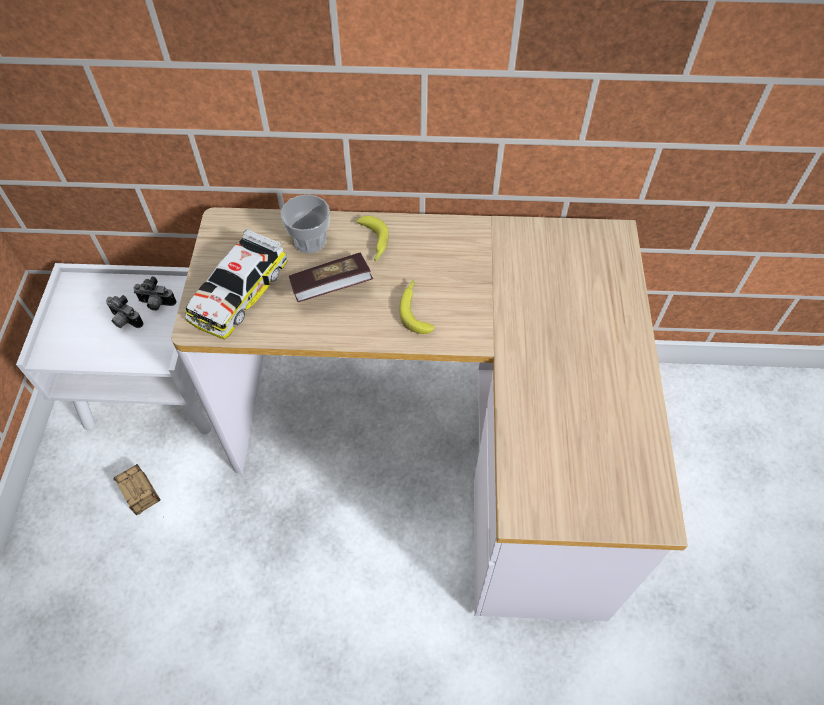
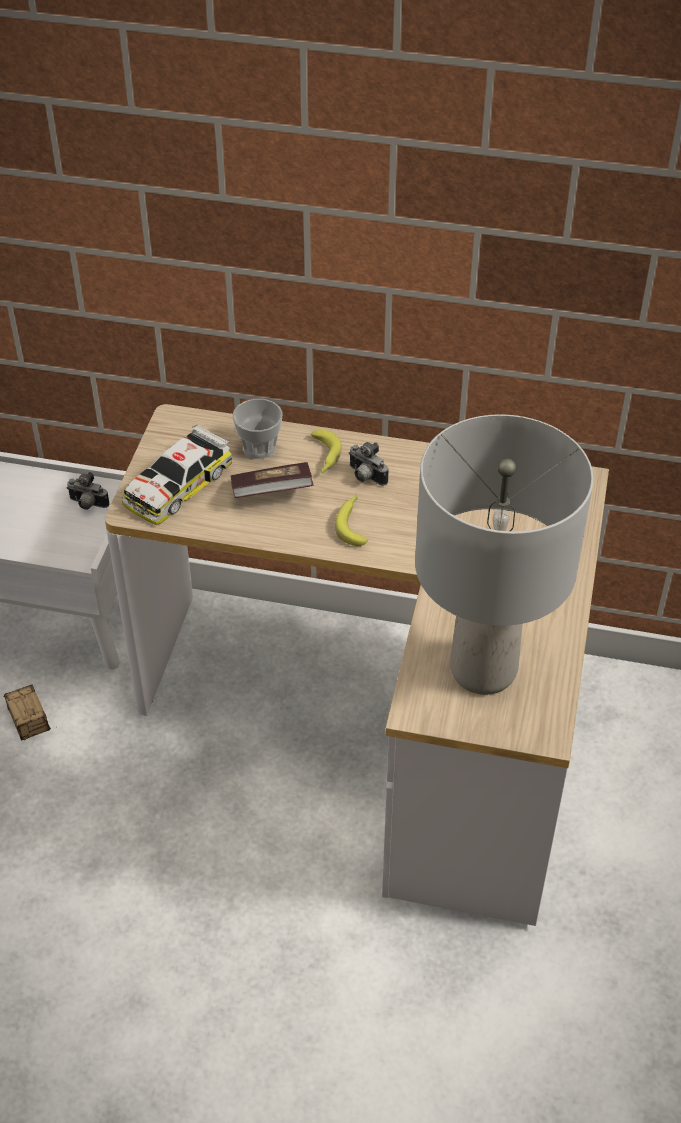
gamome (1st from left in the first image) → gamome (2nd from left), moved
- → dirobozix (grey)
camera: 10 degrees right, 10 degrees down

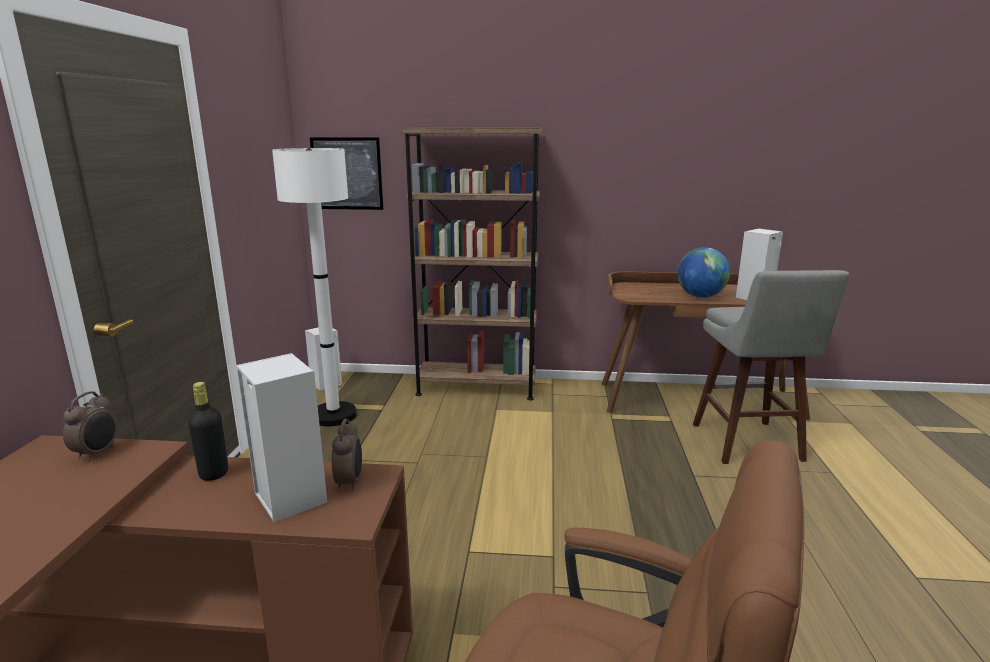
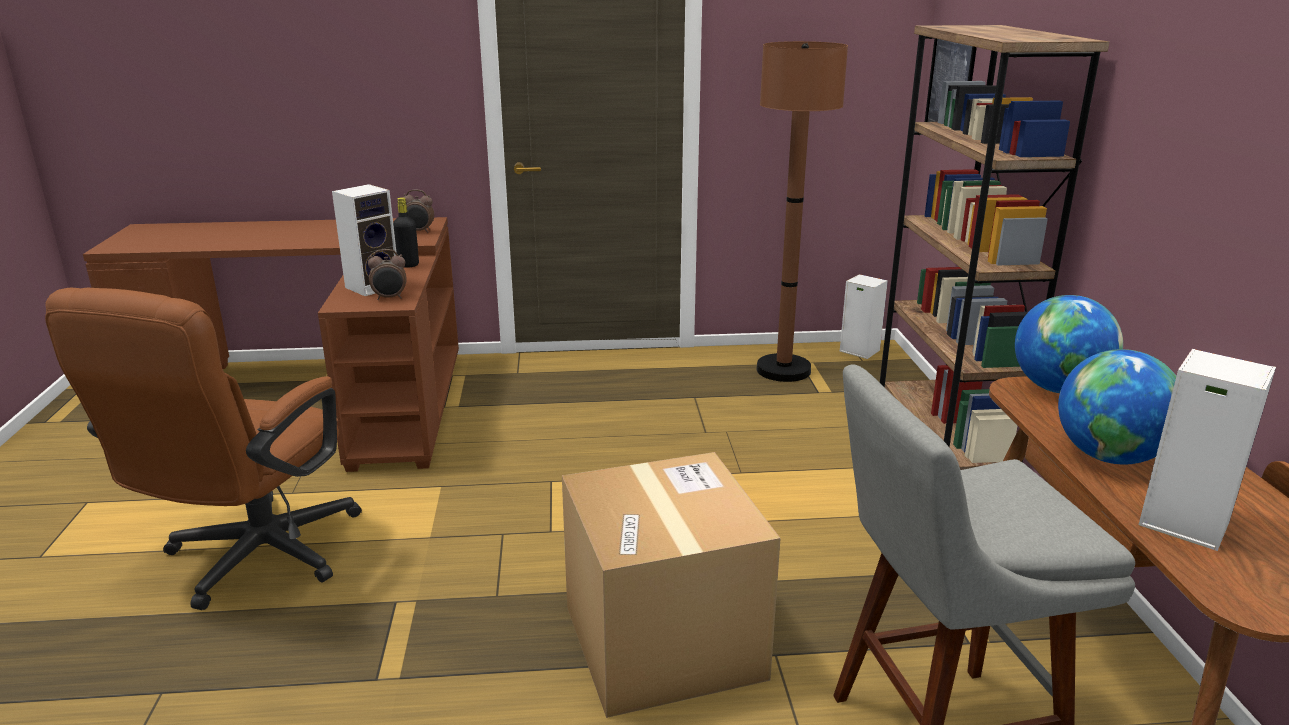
- → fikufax
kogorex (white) → kogorex (brown)
- → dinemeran (1st from left)
camera: 80 degrees right, 5 degrees up

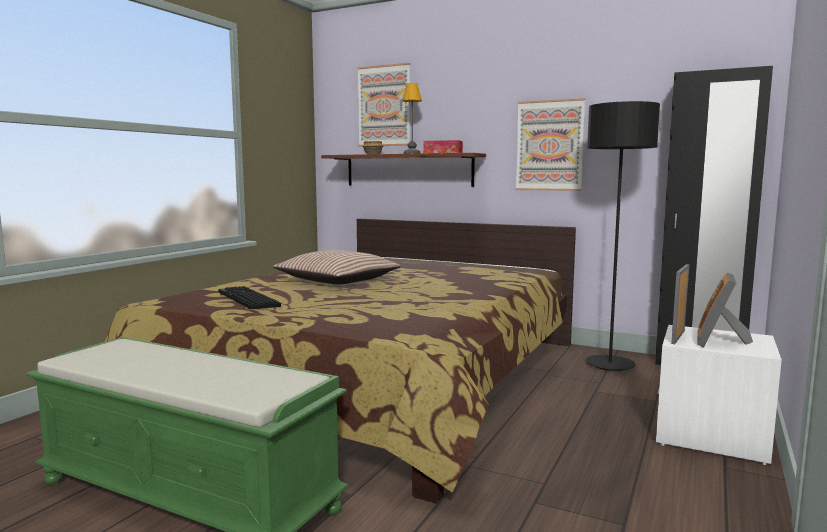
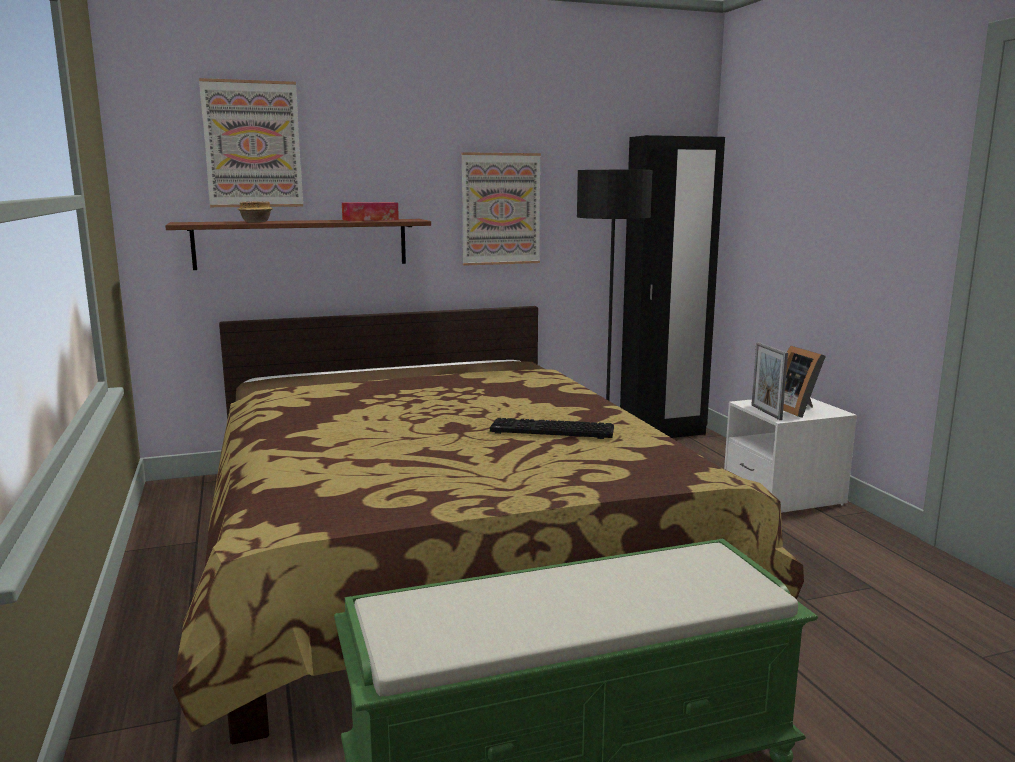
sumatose, moved
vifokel → -
dirobozix → -
camera: 45 degrees left, 5 degrees up

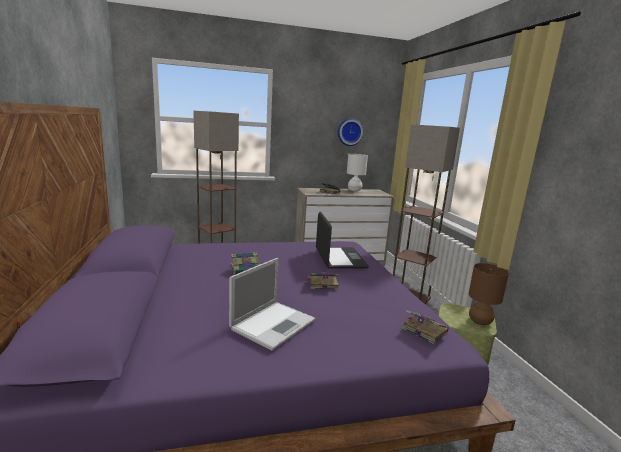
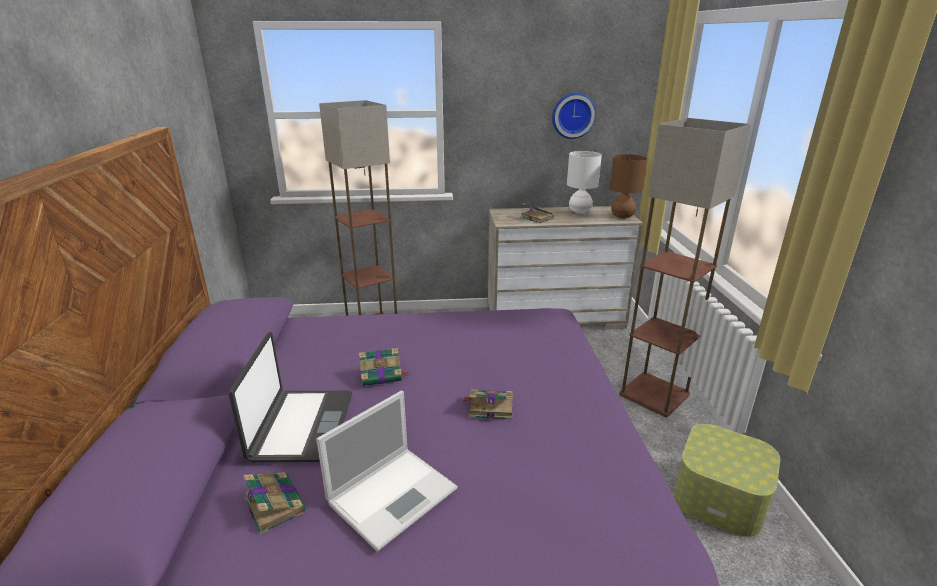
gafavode (2nd from left in the first image) → gafavode (1st from left), moved
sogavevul (4th from left in the first image) → sogavevul (1st from left), moved
dirobozix (brown), moved
camera: 10 degrees right, 10 degrees up

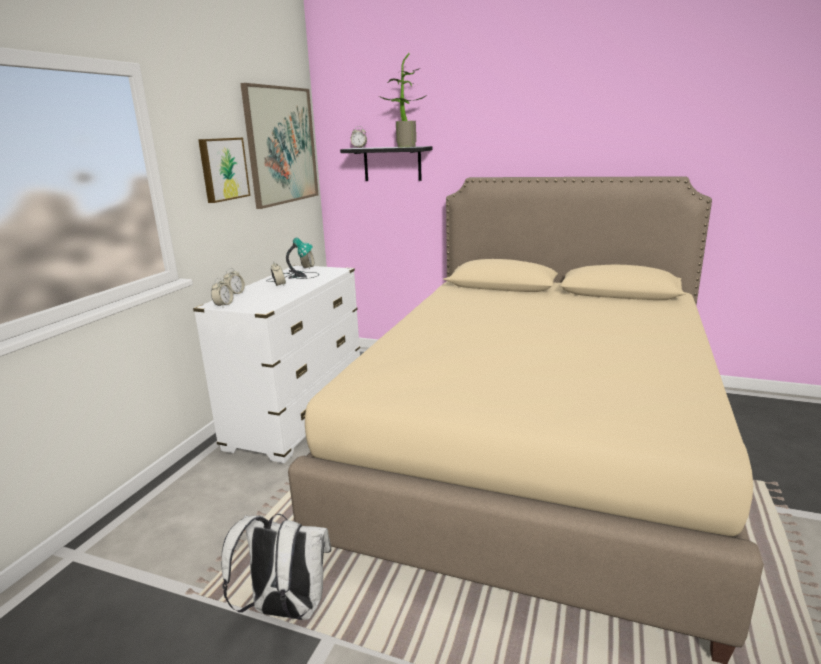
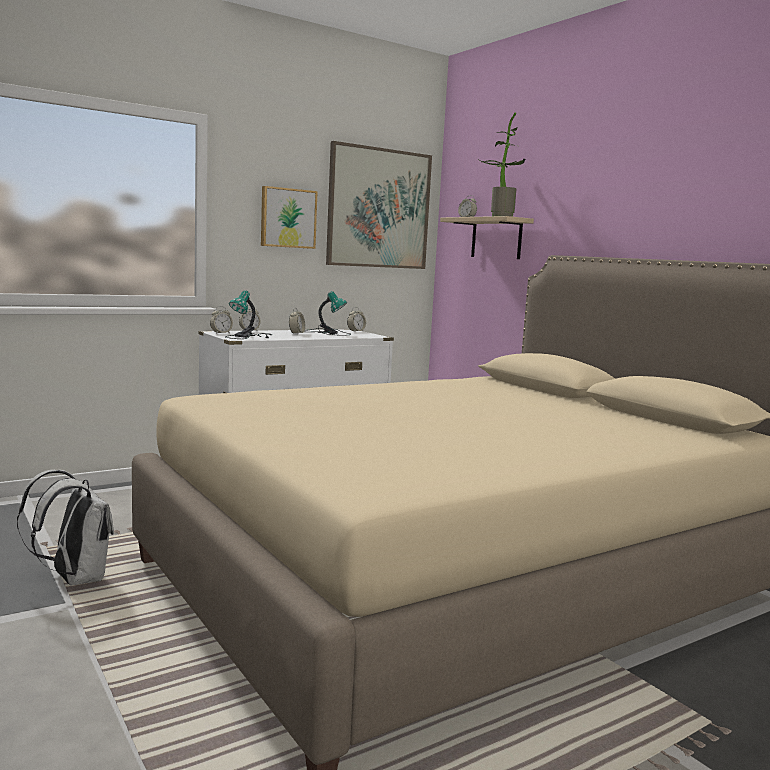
- → dirobozix (1st from left)
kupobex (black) → kupobex (beige)
camera: 35 degrees right, 10 degrees down

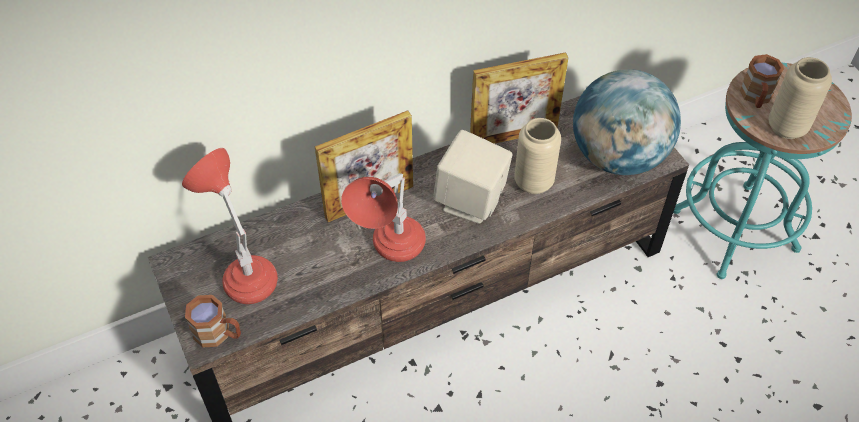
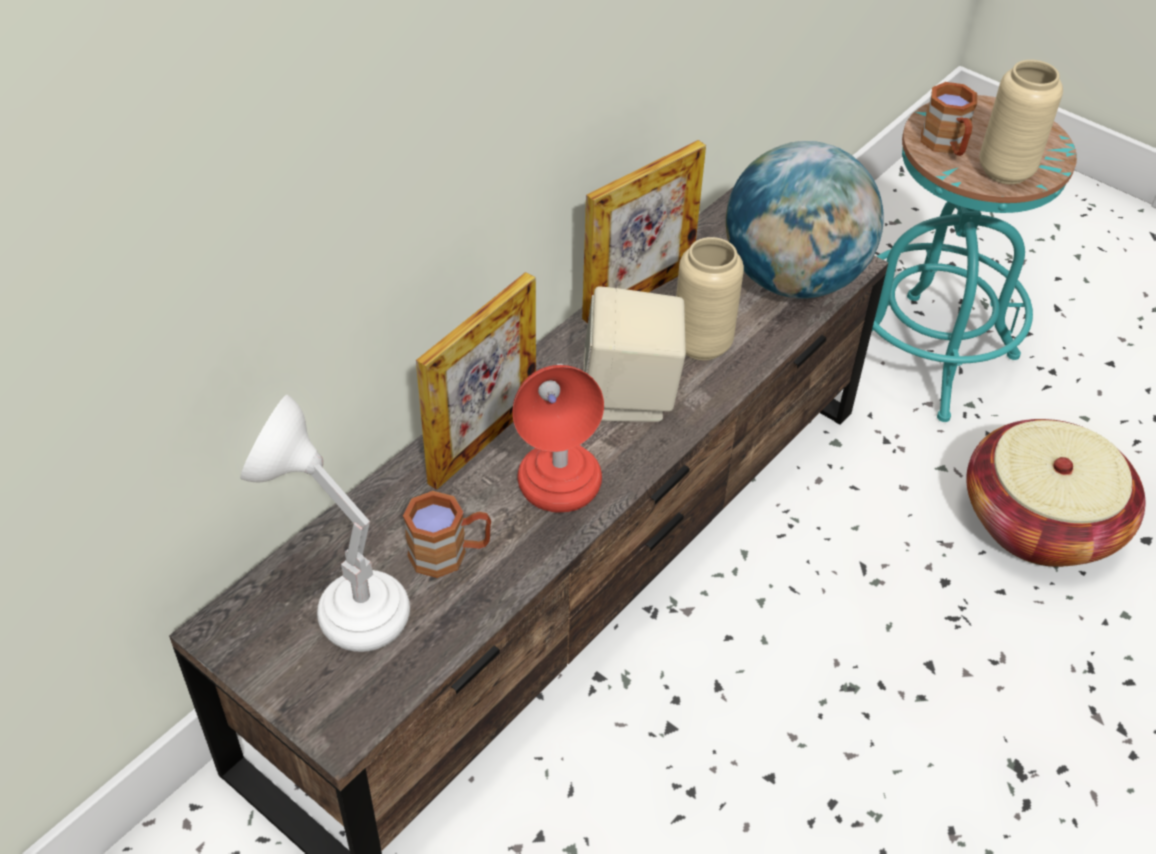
dirobozix (red) (1st from left) → dirobozix (white)
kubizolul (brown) (1st from left), moved
- → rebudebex
camera: 25 degrees left, 5 degrees down

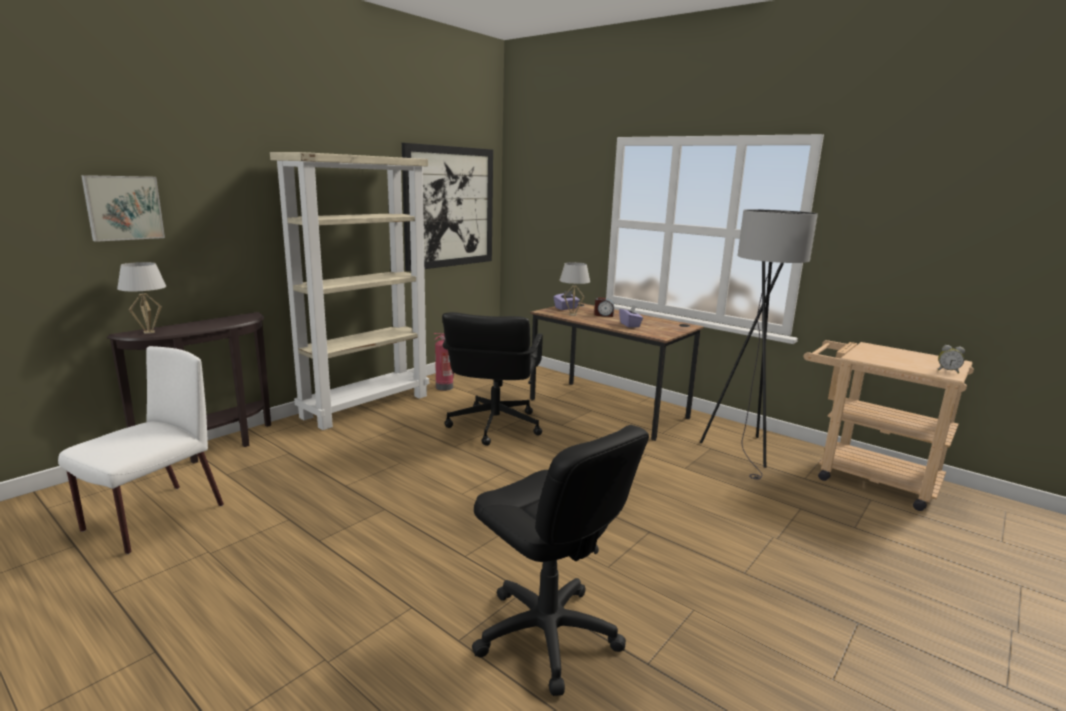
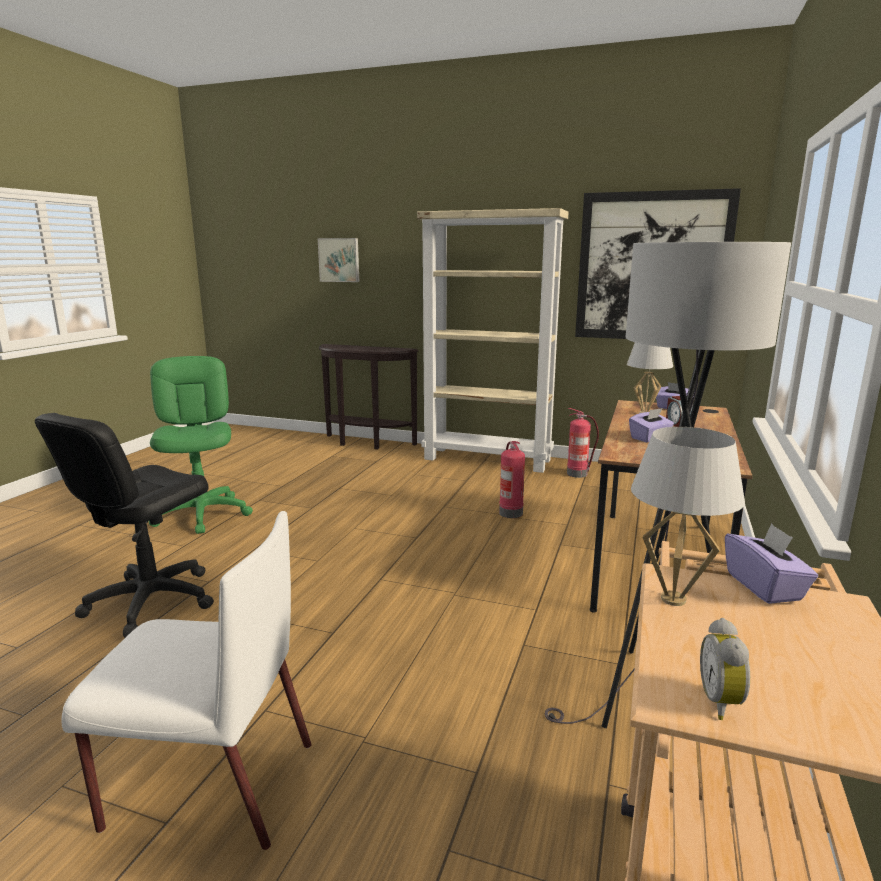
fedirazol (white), moved
- → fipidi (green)
fipidi (black) (1st from left) → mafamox (1st from left)
dirobozix (white) (1st from left in the first image) → dirobozix (white) (2nd from left), moved
- → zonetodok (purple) (3rd from left)
camera: 70 degrees right, 0 degrees up

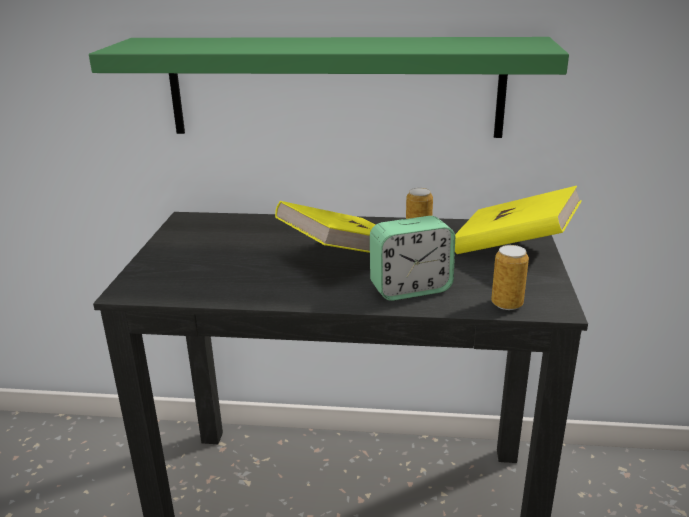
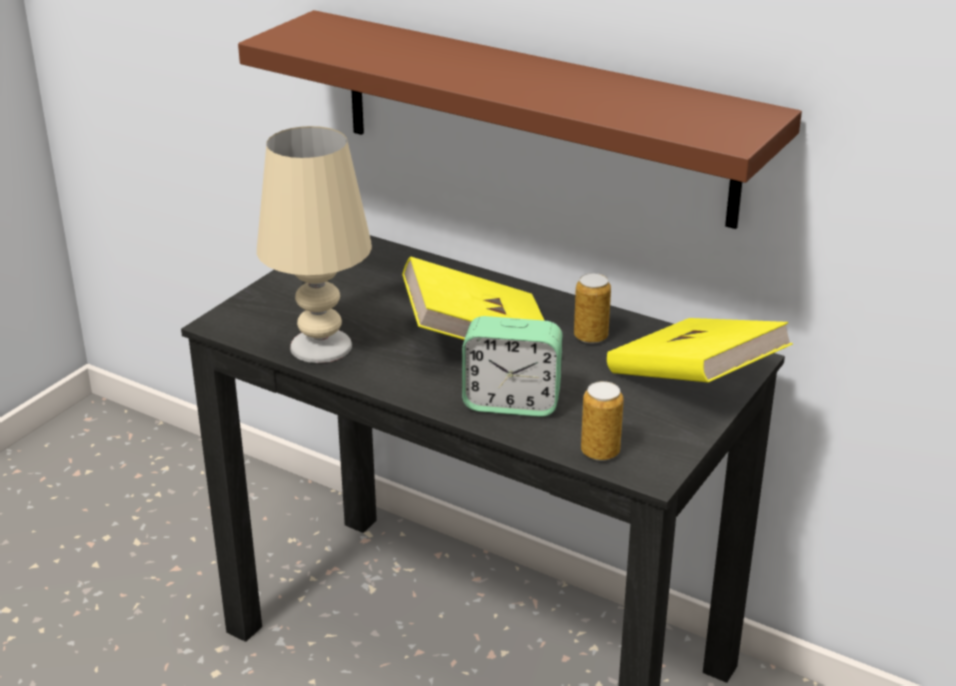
kupobex (green) → kupobex (brown)
- → dirobozix (beige)
camera: 25 degrees right, 5 degrees up

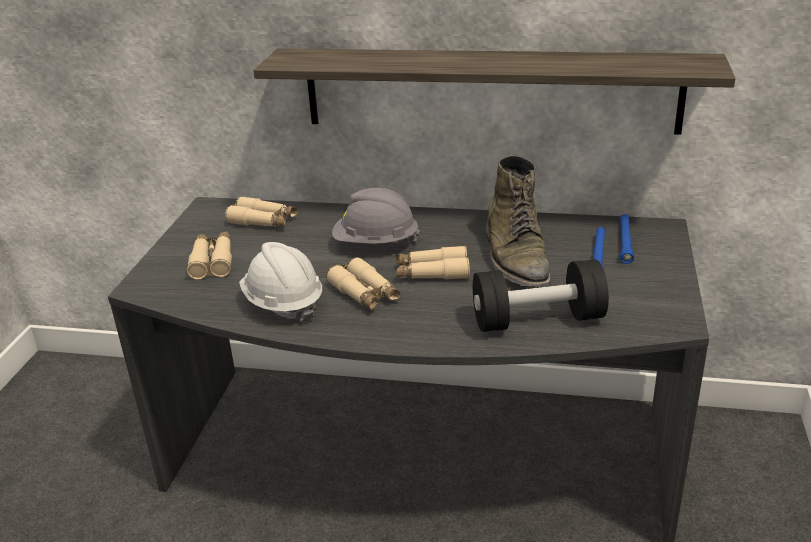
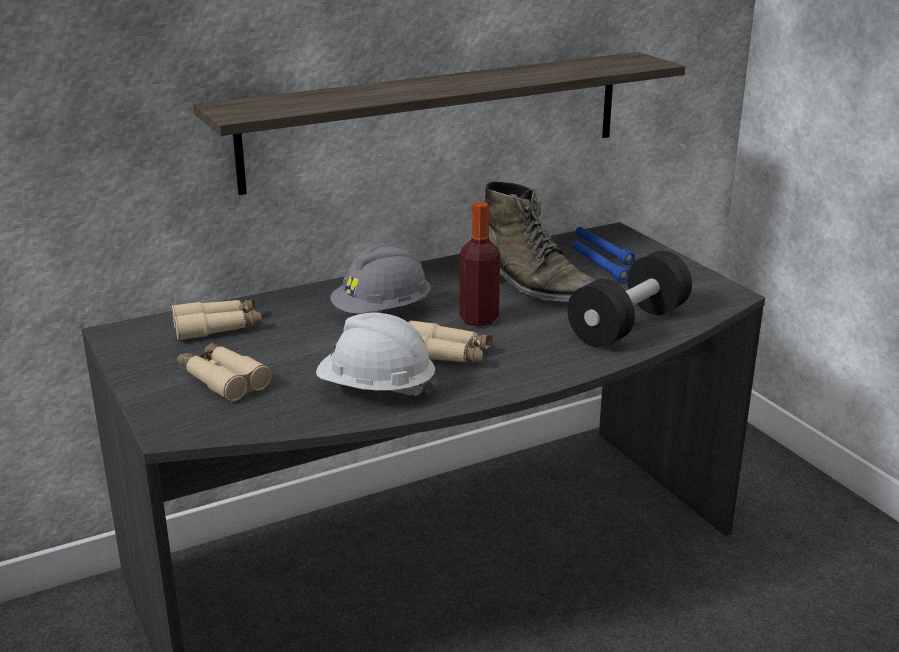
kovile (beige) (4th from left) → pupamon
camera: 40 degrees left, 5 degrees down

